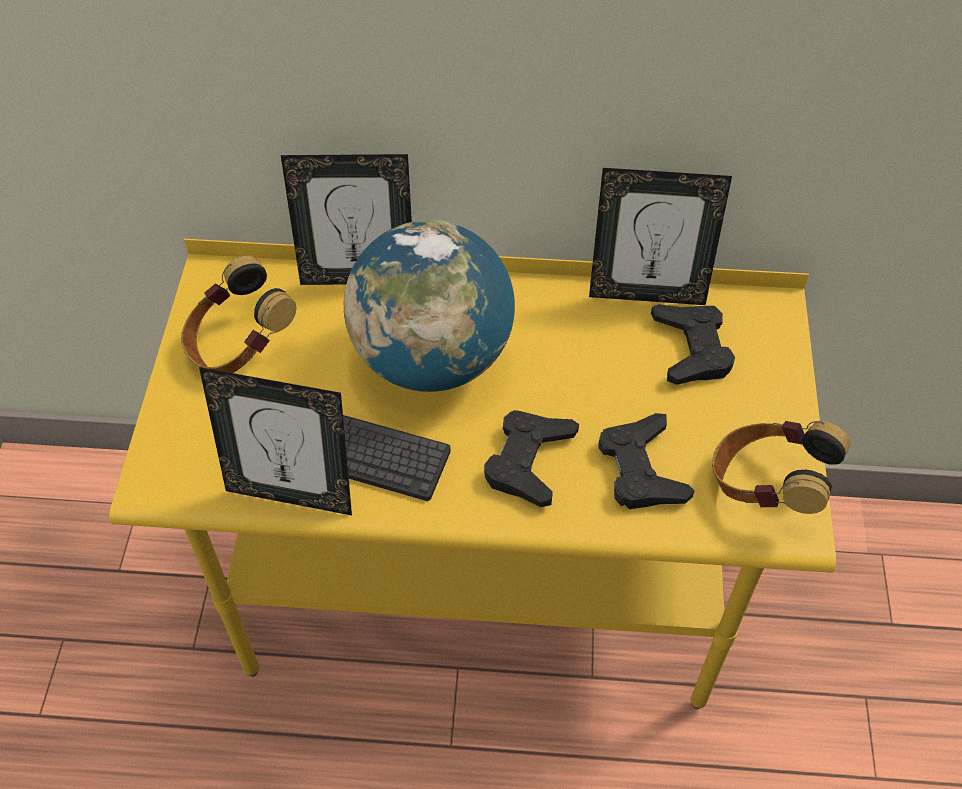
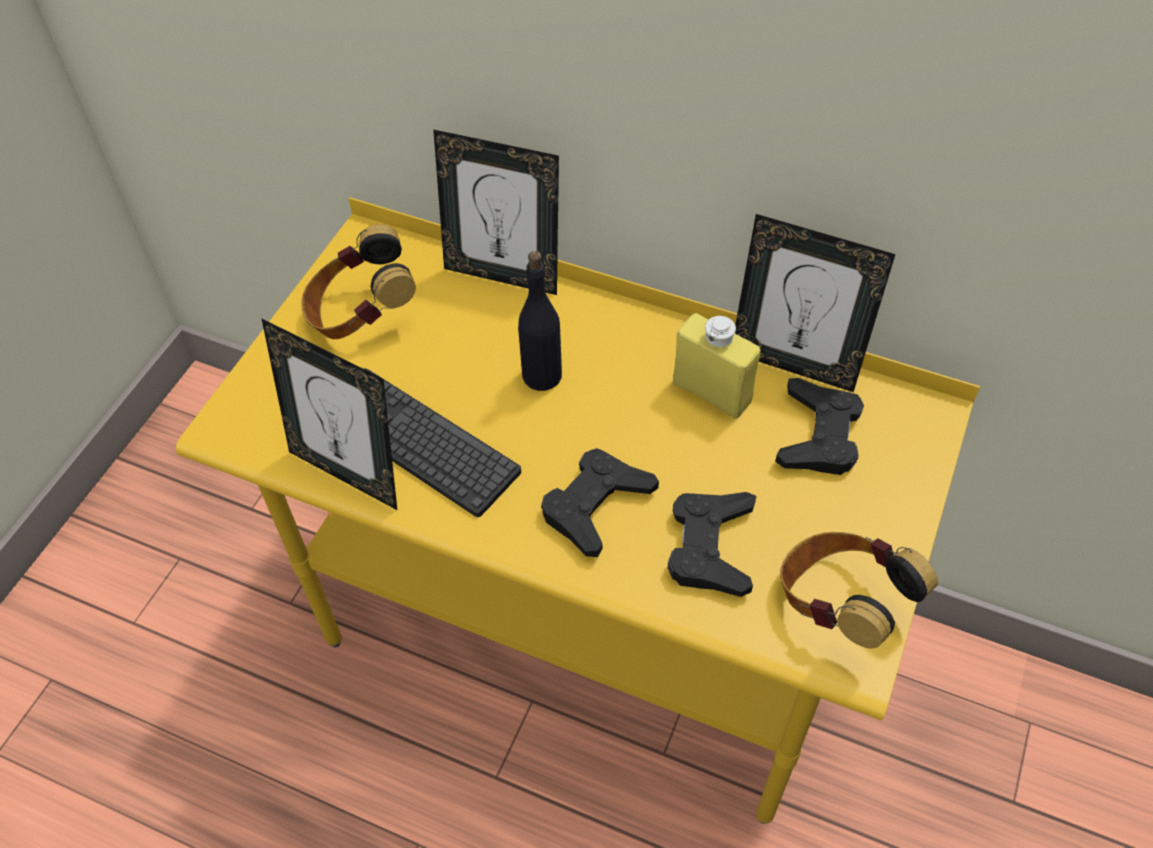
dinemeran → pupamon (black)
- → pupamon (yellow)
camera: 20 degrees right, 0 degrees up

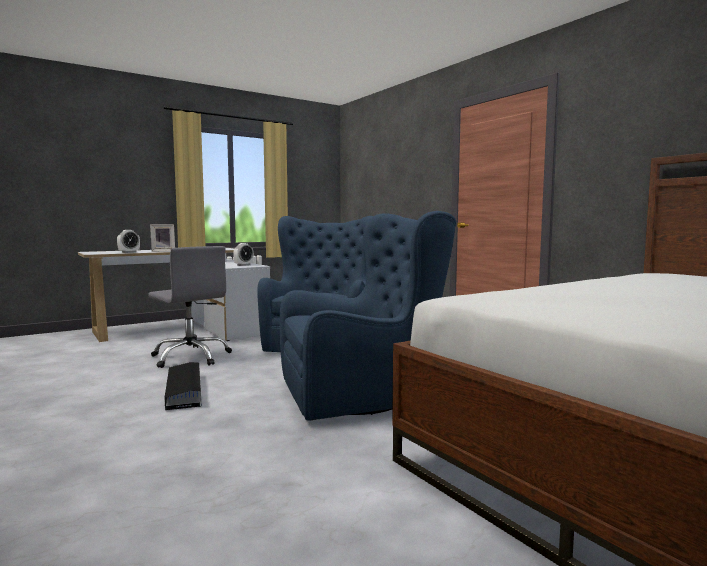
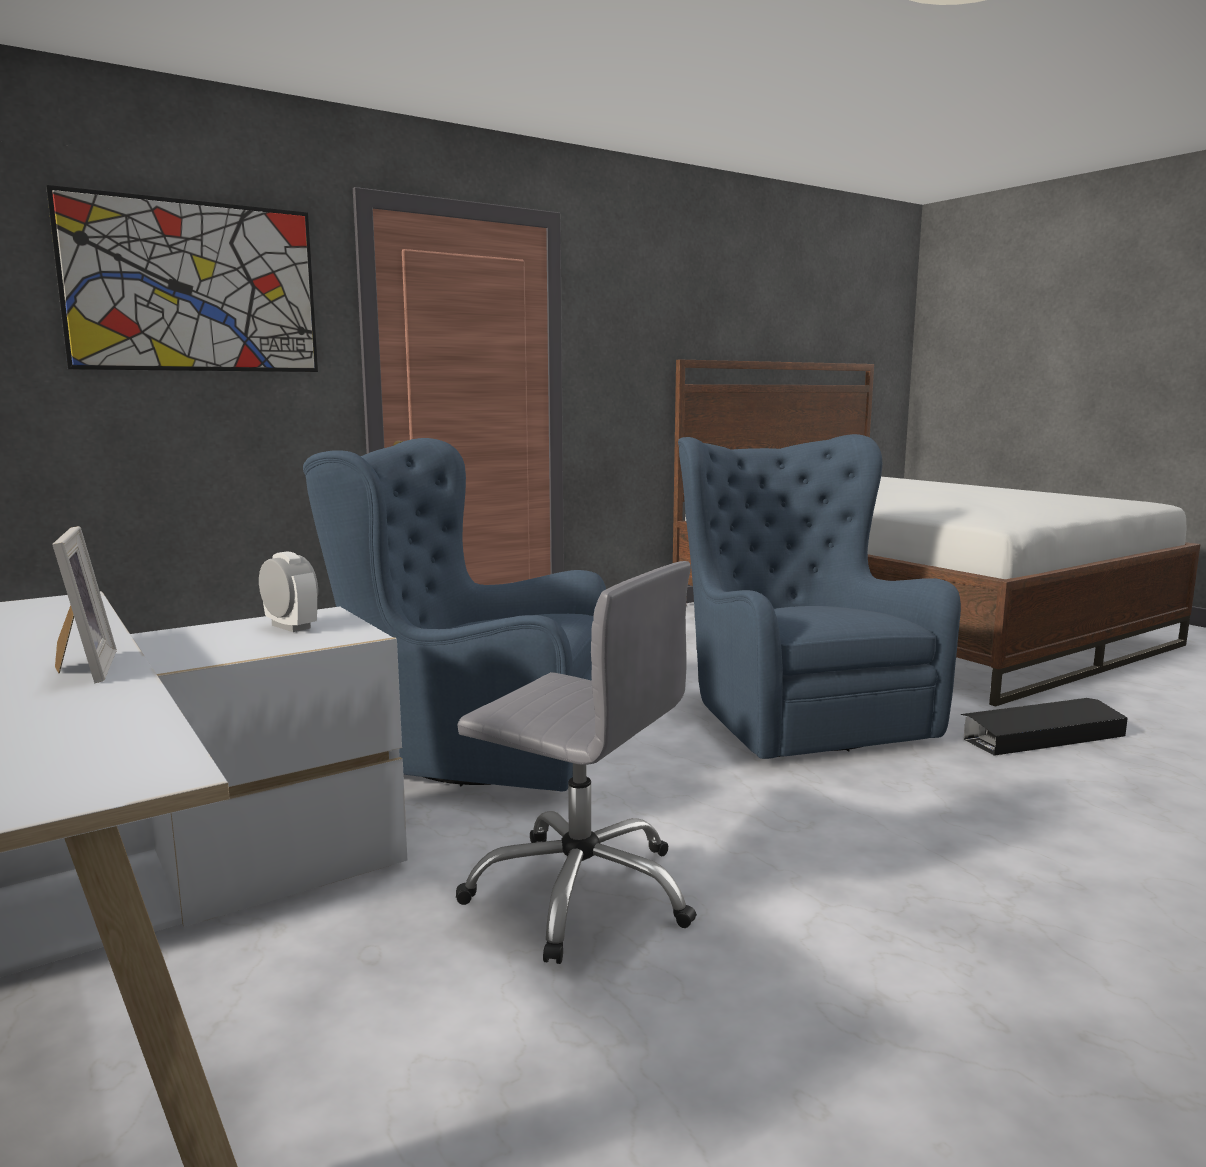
- → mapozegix
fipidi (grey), 75 degrees clockwise
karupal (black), moved
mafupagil (1st from left) → -
camera: 90 degrees left, 5 degrees up

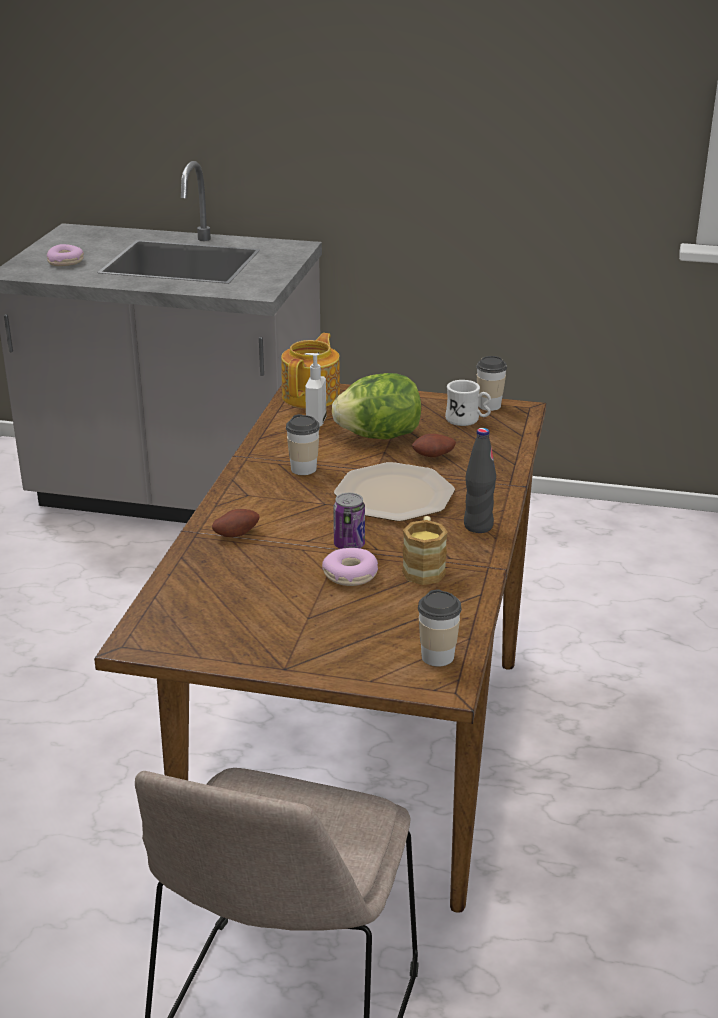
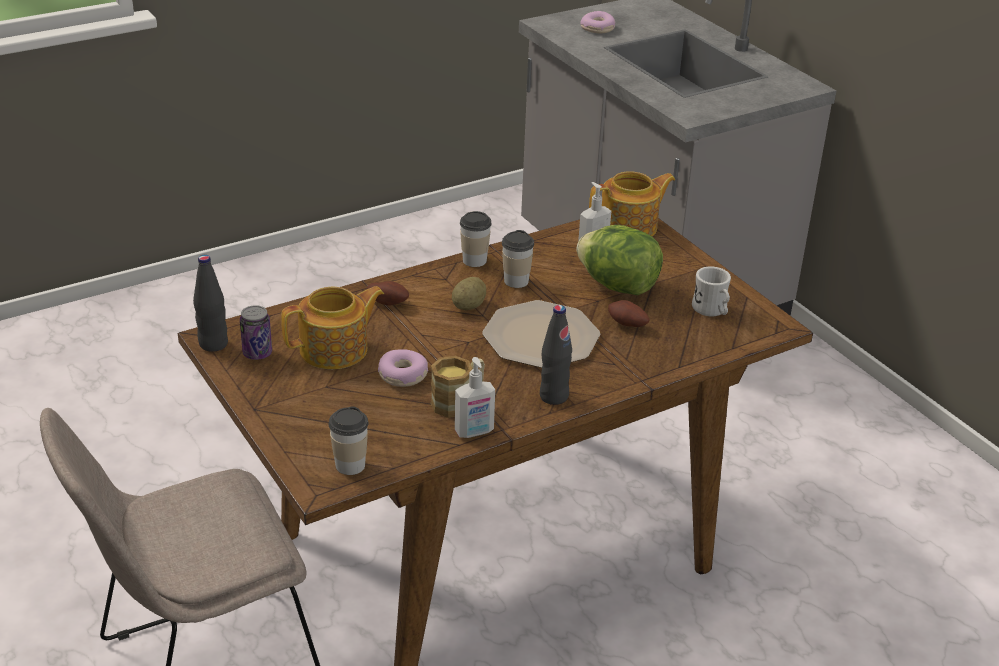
- → pupamon (black) (1st from left)
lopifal, moved
- → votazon (1st from left)
- → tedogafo (2nd from left)
- → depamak (1st from left)
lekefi (3rd from left in the first image) → lekefi (2nd from left), moved
camera: 45 degrees right, 5 degrees up

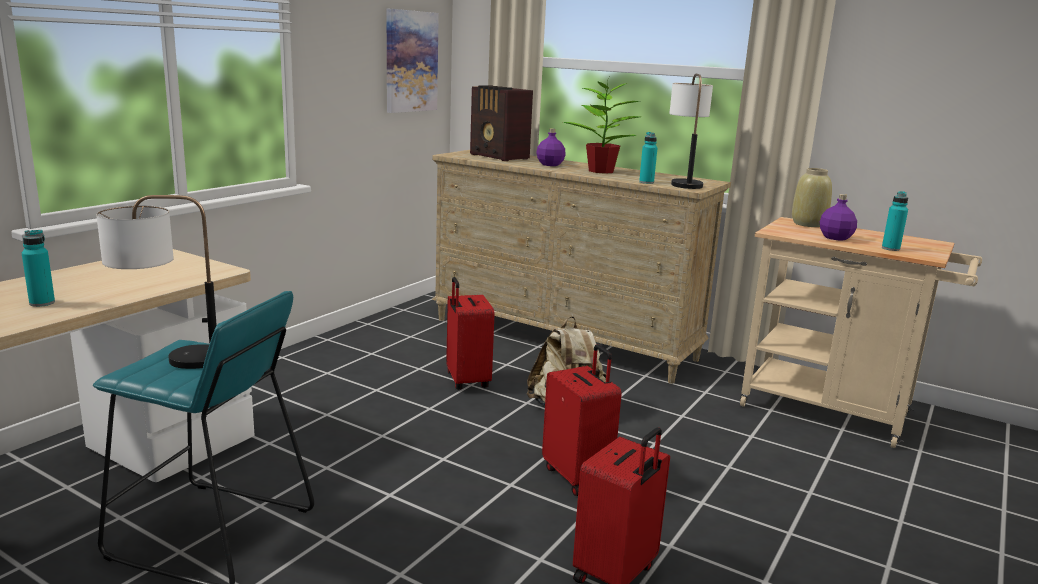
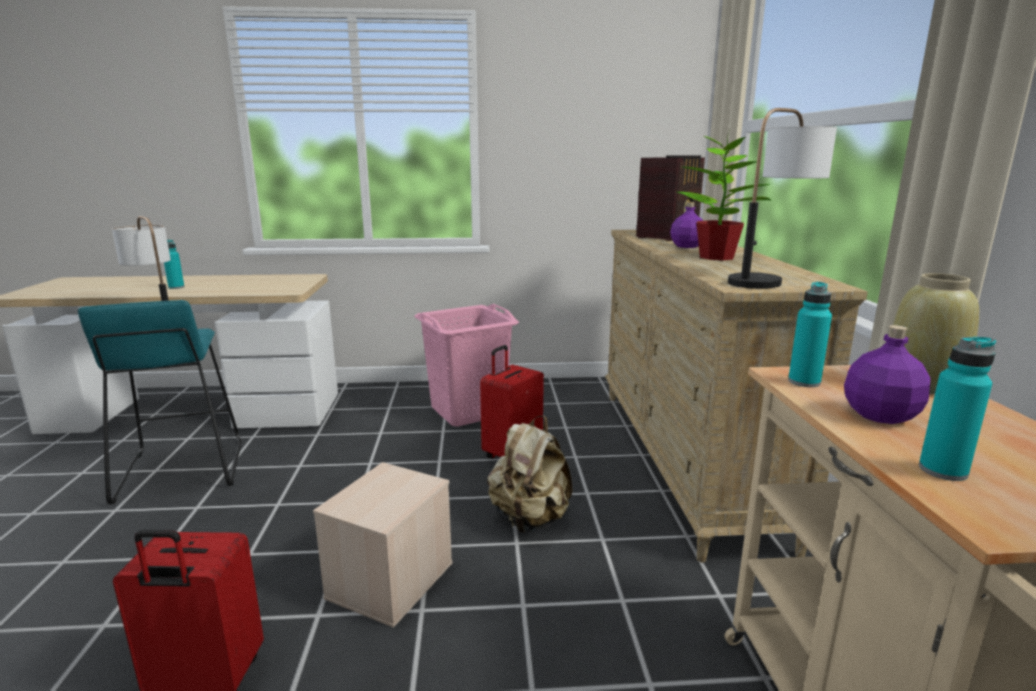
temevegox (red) (2nd from left) → karupal (beige)
- → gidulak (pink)
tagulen, 150 degrees counterclockwise
pupamon (turquoise) (2nd from left), moved
mapozegix → -
camera: 55 degrees right, 0 degrees up

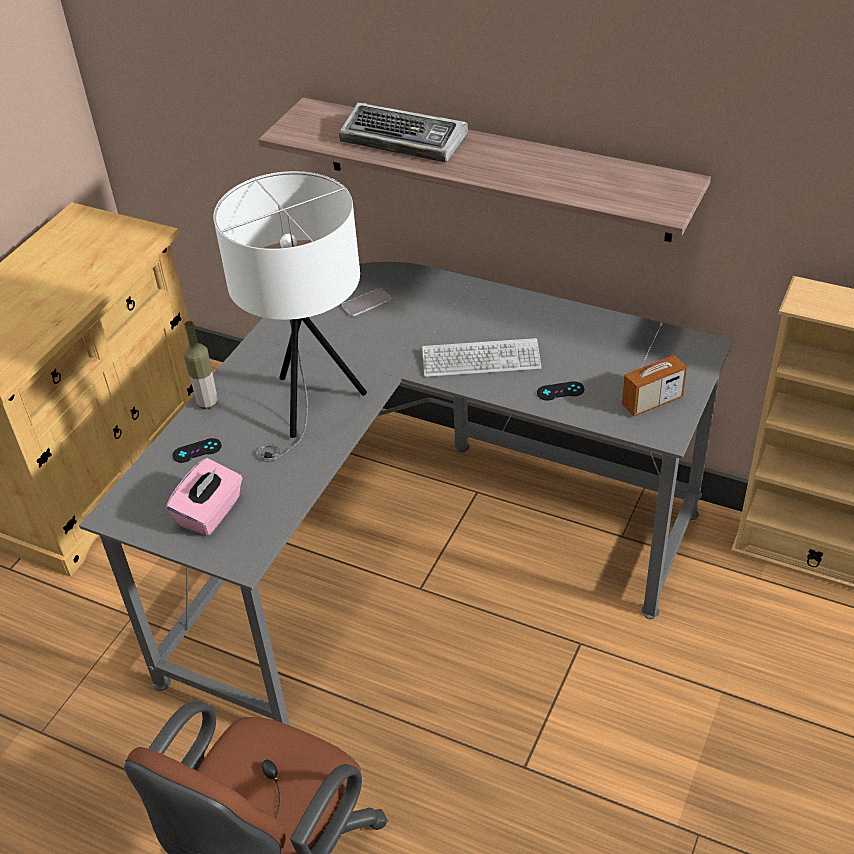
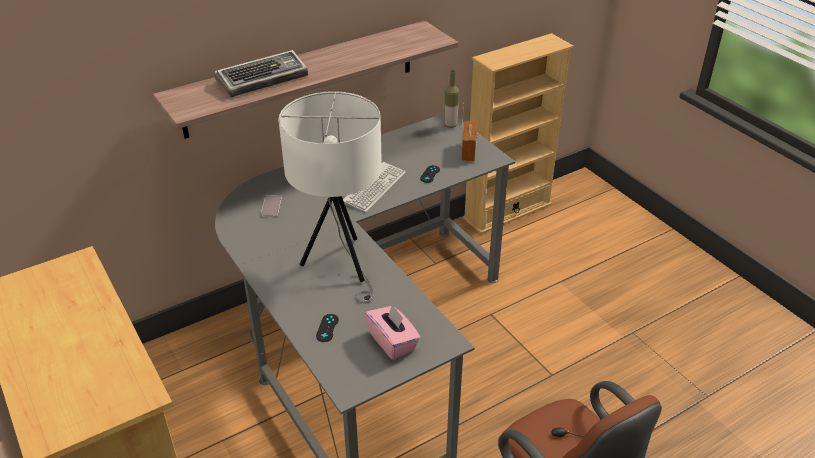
pupamon, moved
camera: 60 degrees left, 5 degrees down

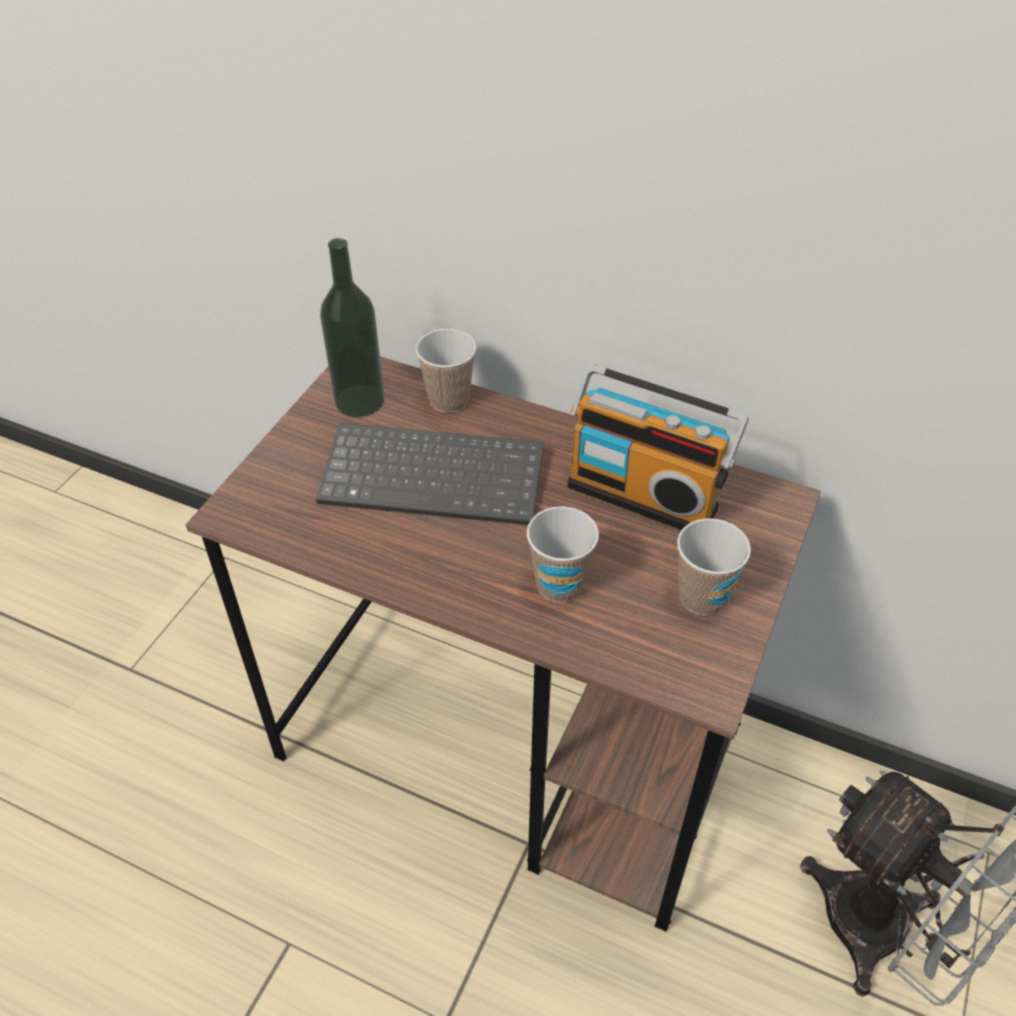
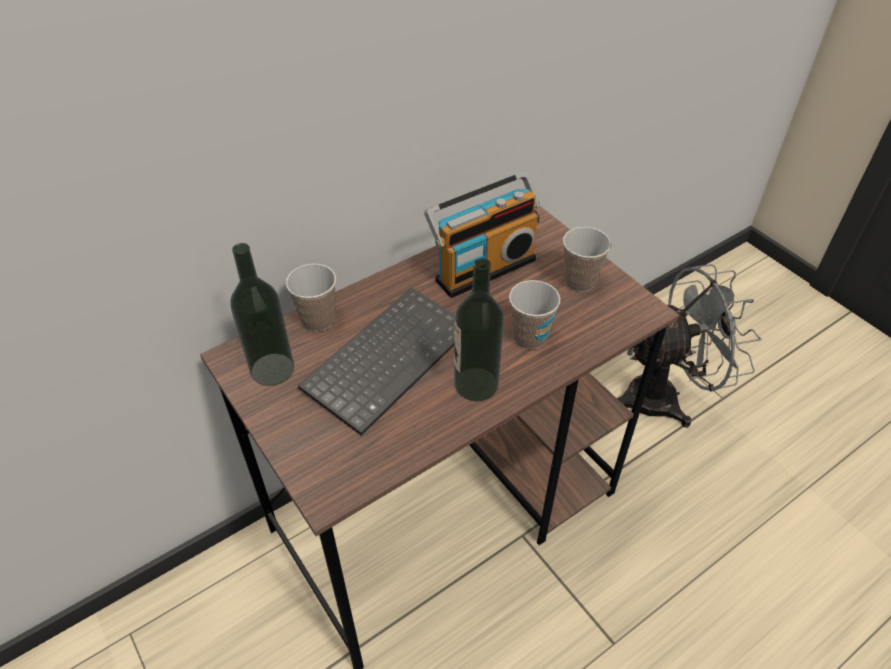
- → pupamon (2nd from left)
camera: 60 degrees left, 0 degrees up

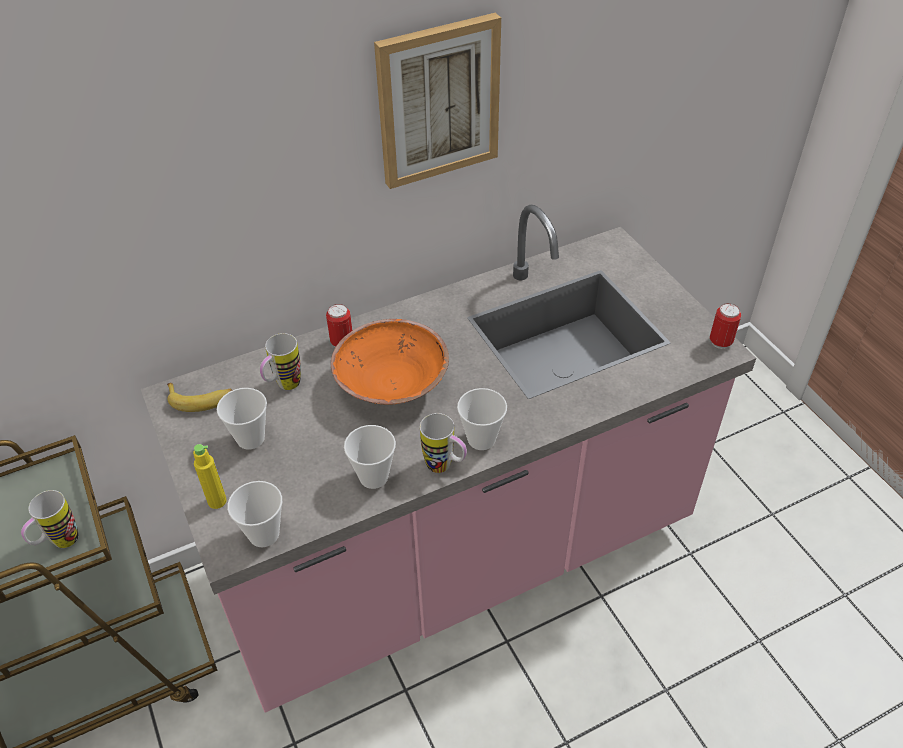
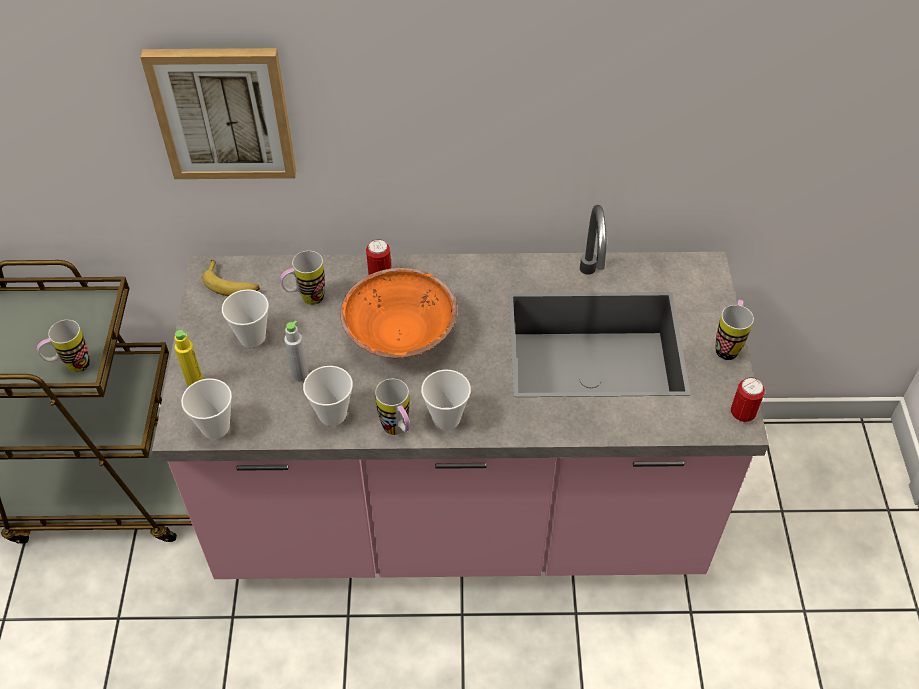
mapozegix, moved
- → pupamon (grey)
- → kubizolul (4th from left)
camera: 25 degrees right, 5 degrees up

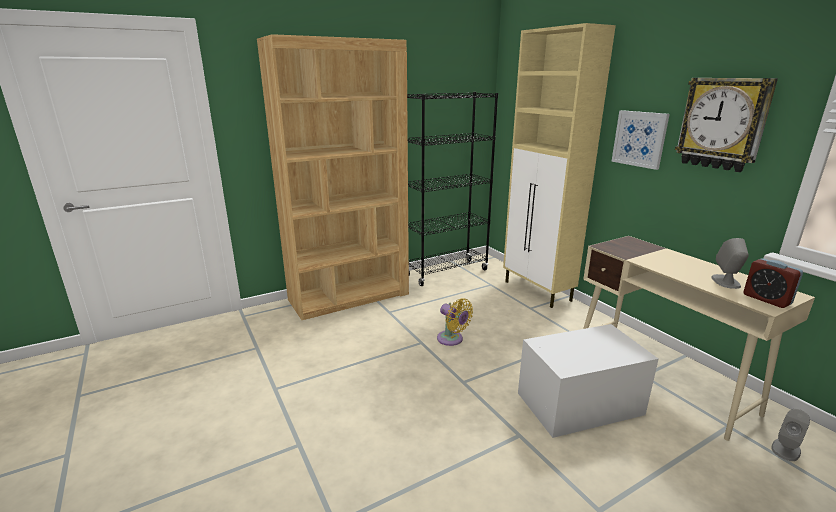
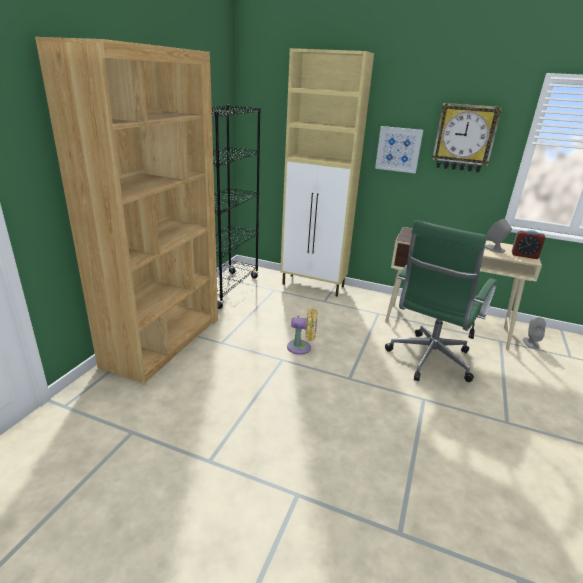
karupal (white) → fipidi (green)
camera: 40 degrees left, 5 degrees up

